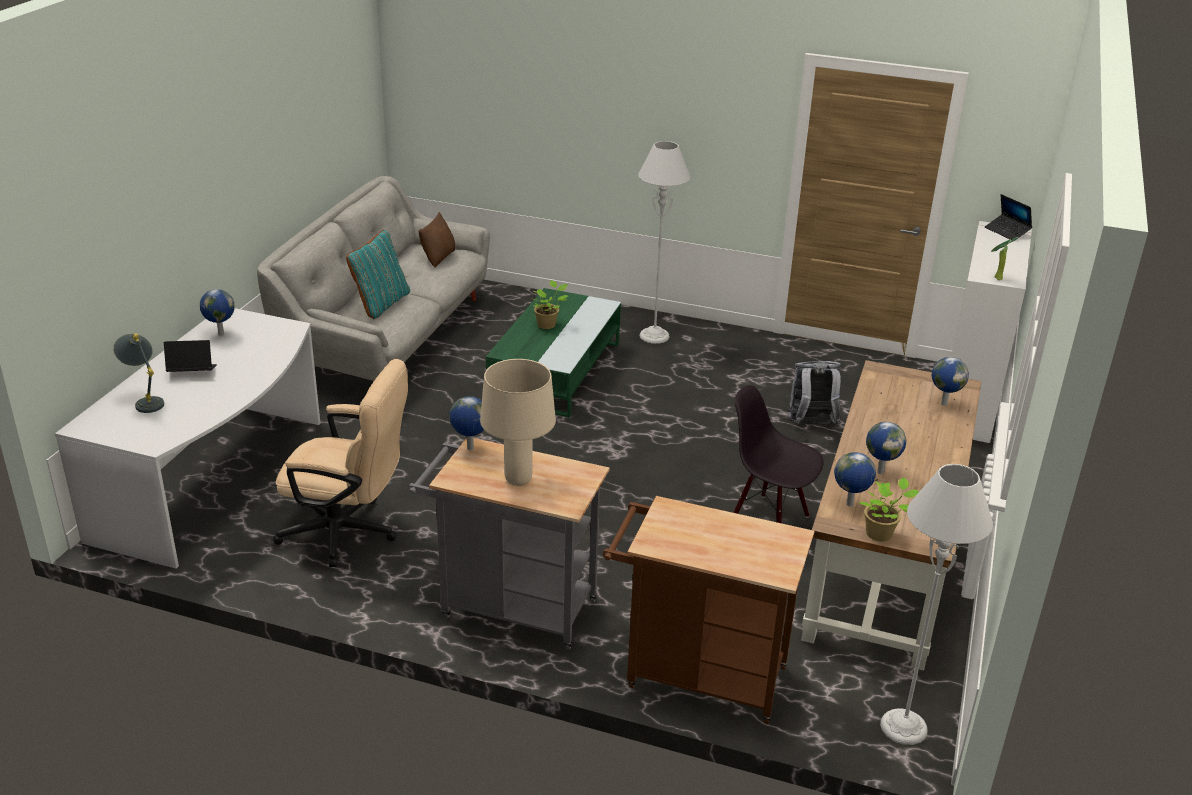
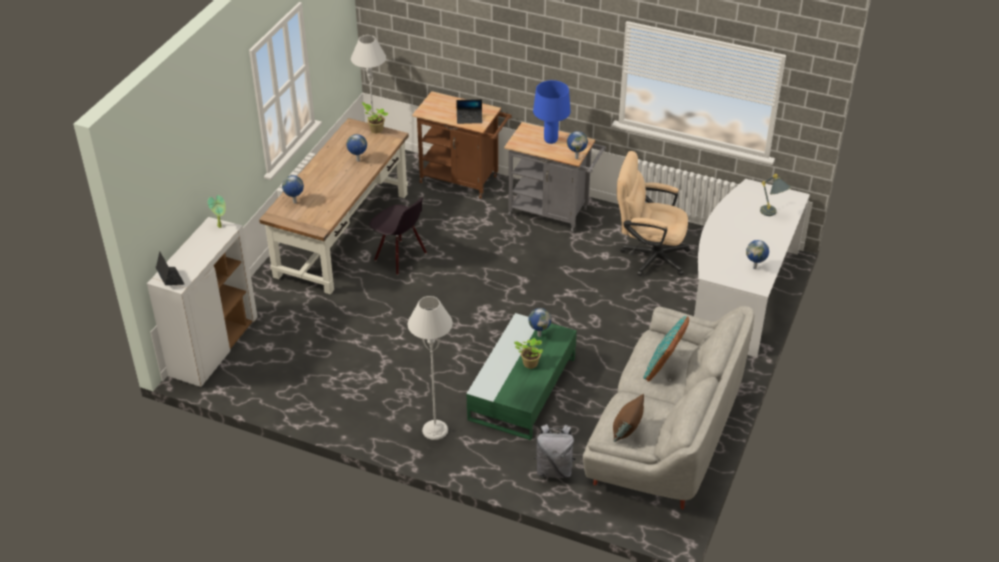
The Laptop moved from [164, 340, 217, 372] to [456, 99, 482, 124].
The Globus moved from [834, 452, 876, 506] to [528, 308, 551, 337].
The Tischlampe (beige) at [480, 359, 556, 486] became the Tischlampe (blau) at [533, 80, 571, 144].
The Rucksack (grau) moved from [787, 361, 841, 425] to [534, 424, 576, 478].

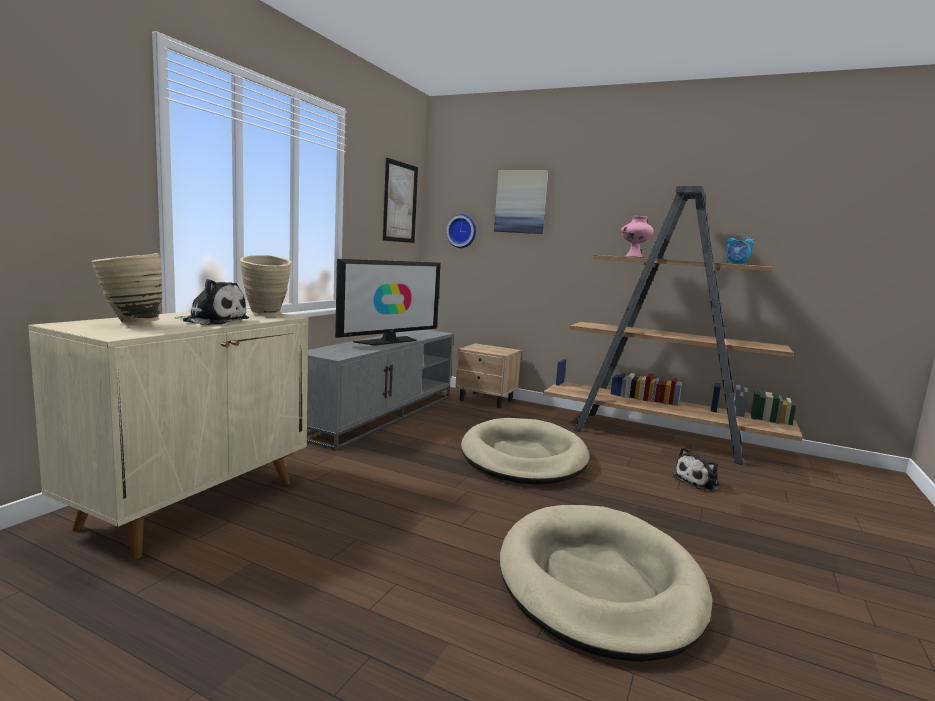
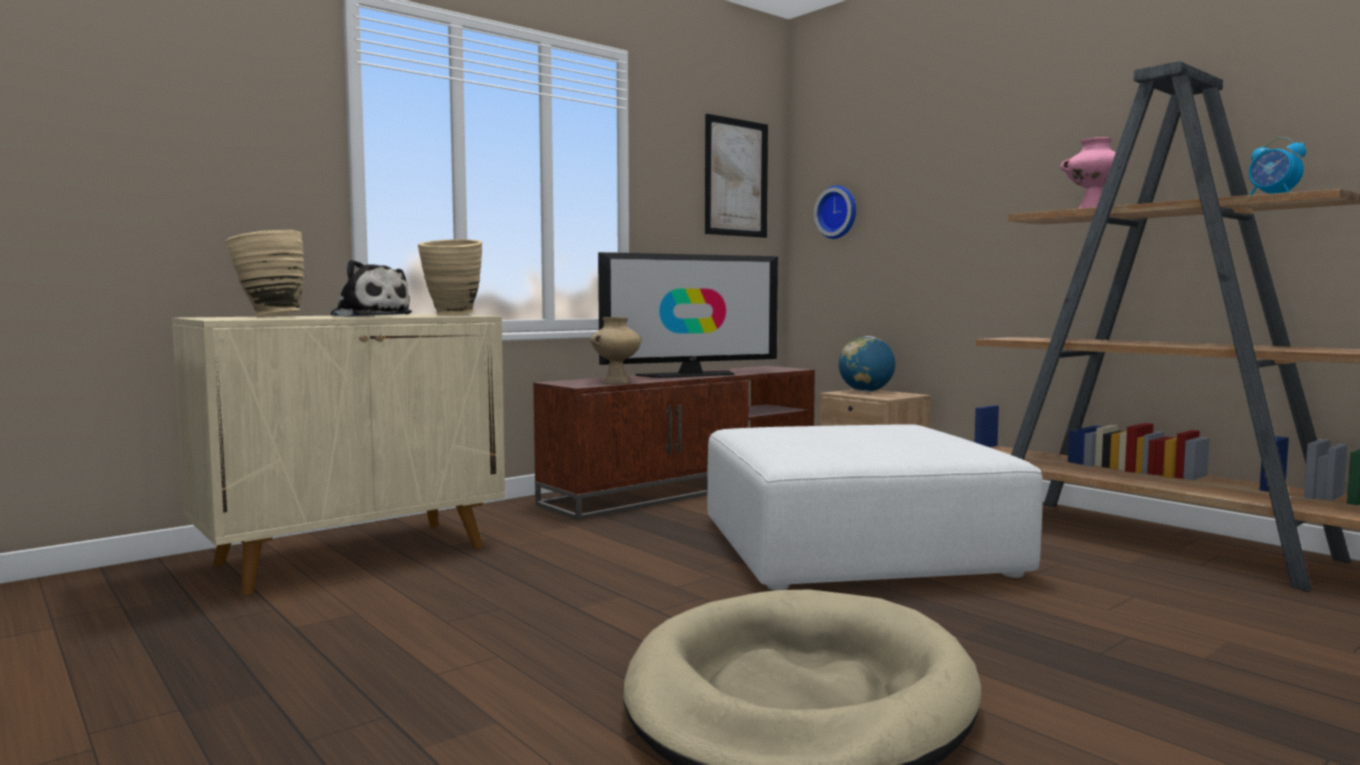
The Fernsehschrank (grau) at [307, 330, 453, 450] became the Fernsehschrank (braun) at [533, 366, 815, 520].
The Vase (beige) at [590, 317, 642, 384] appeared.
The Hundebett (beige) at [461, 418, 589, 485] was replaced by the Polsterhocker (weiß) at [707, 424, 1043, 590].
The Globus at [839, 336, 895, 392] appeared.
The Bild at [494, 170, 549, 234] disappeared.
The Plüschtier at [673, 447, 721, 491] disappeared.

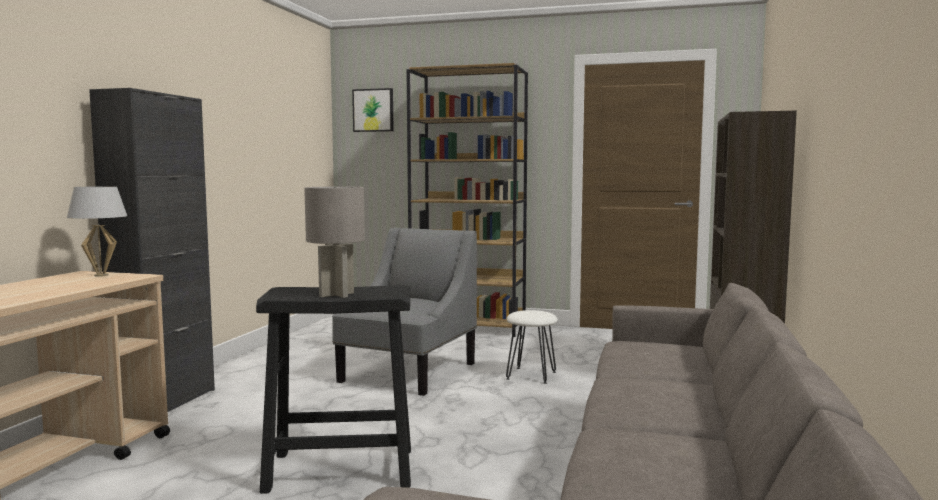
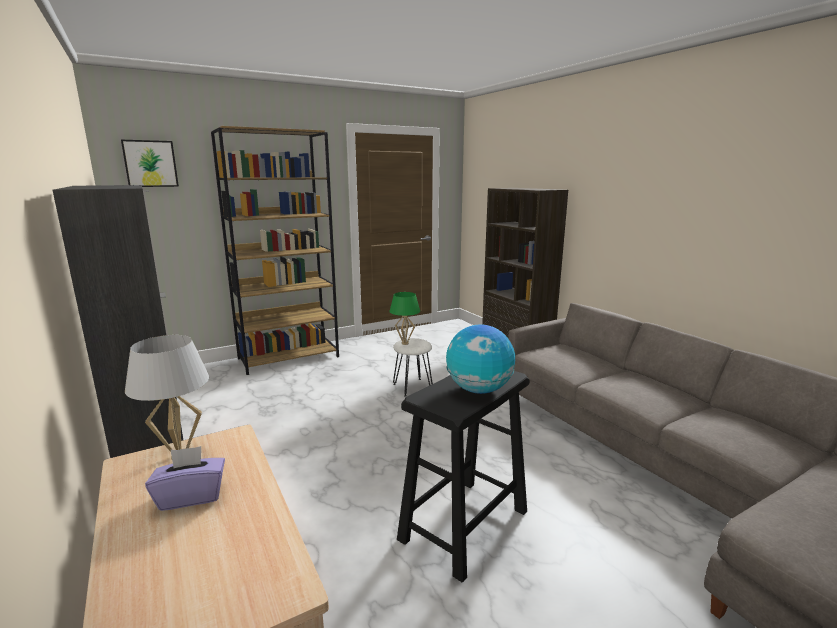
The Taschentuchbox (lila) at [145, 446, 225, 511] appeared.
The Tischlampe (grün) at [389, 292, 420, 345] appeared.
The Tischlampe (grau) at [304, 187, 365, 298] was replaced by the Globus at [446, 324, 515, 394].
The Sessel (grau) at [332, 228, 477, 396] disappeared.

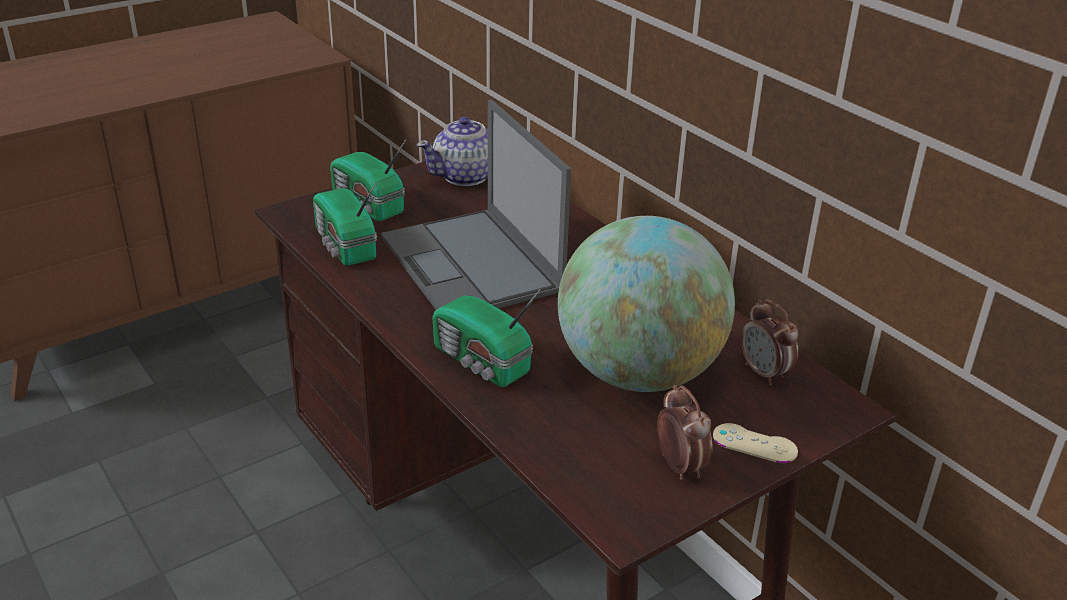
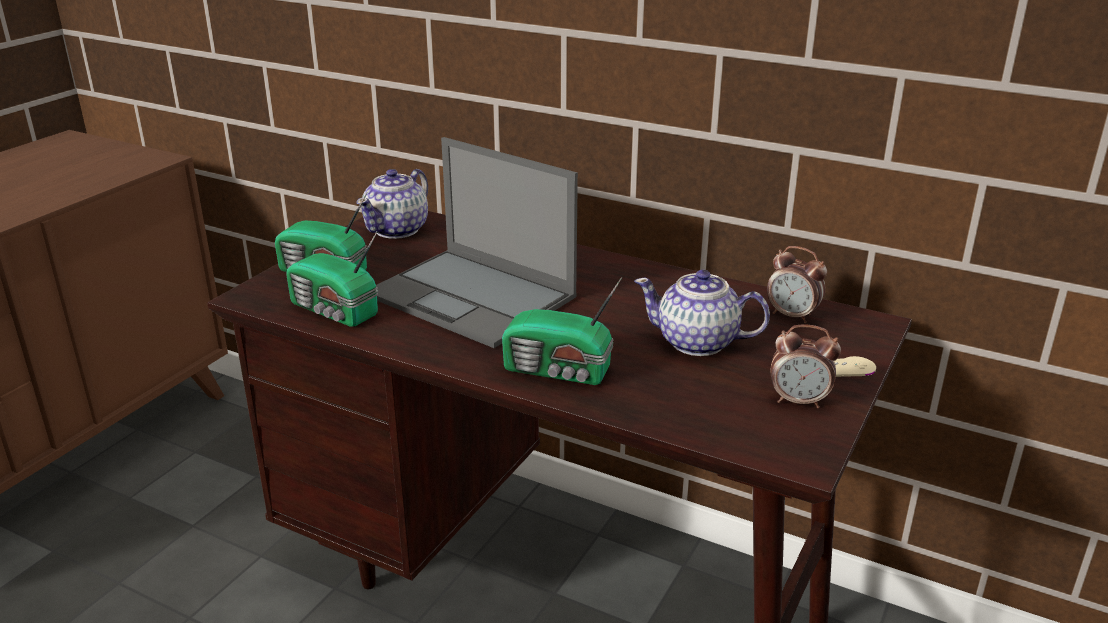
The Globus at [558, 216, 735, 392] was replaced by the Teekanne at [634, 270, 770, 356].
The Wecker at [657, 385, 712, 480] turned 150 degrees clockwise.

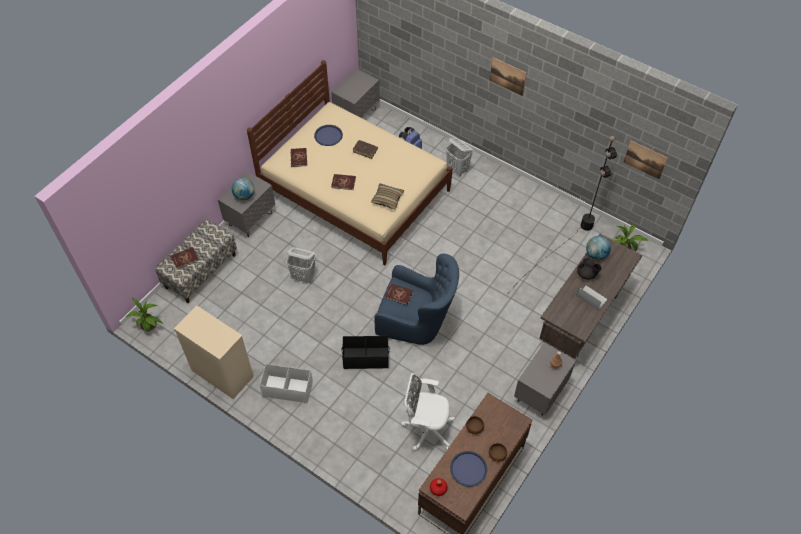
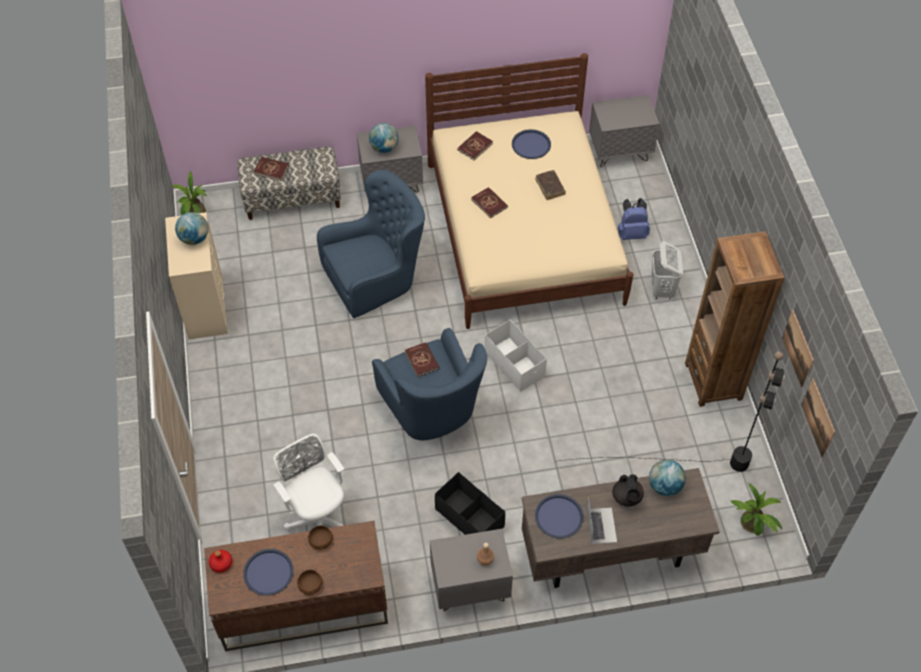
The Globus at [175, 212, 209, 245] appeared.
The Wäschekorb (weiß) at [286, 247, 316, 283] was replaced by the Sessel (blau) at [317, 170, 425, 318].
The Aufbewahrungsbox (schwarz) moved from [341, 336, 390, 369] to [435, 472, 505, 535].
The Aufbewahrungsbox (weiß) moved from [260, 364, 313, 403] to [485, 320, 547, 392].
The Tablett (blau) at [535, 494, 584, 538] appeared.
The Bücherregal (braun) at [685, 231, 784, 407] appeared.
The Bild moved from [490, 57, 526, 96] to [782, 310, 814, 388].
The Kissen at [371, 184, 404, 209] disappeared.

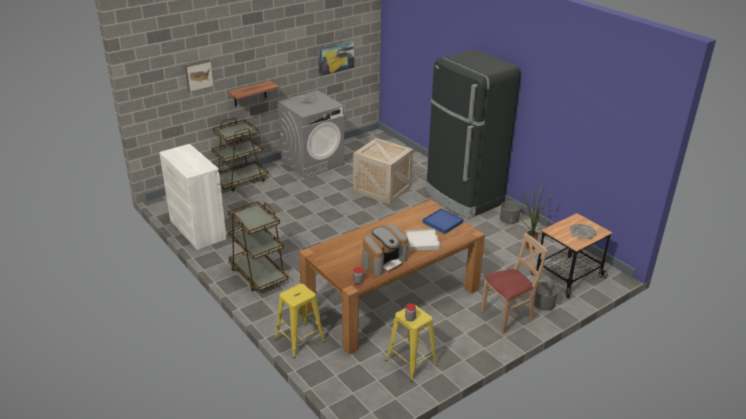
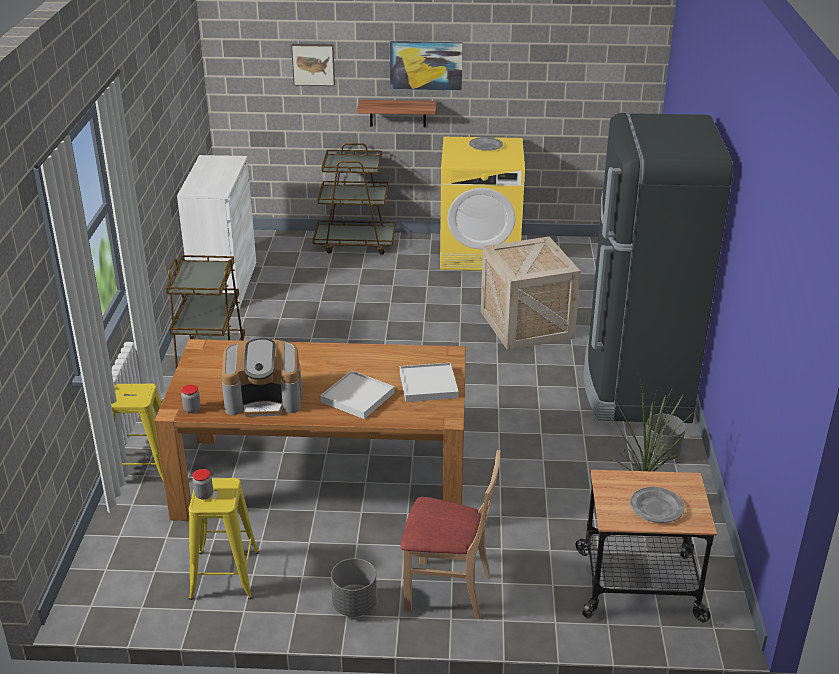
The Pflanzkübel (grau) moved from [534, 282, 558, 311] to [331, 558, 377, 617].
The Bild moved from [318, 41, 354, 76] to [390, 41, 463, 90].
The Tablett (blau) at [423, 209, 463, 234] became the Tablett (weiß) at [400, 363, 458, 402].
The Waschmaschine (grau) at [277, 90, 344, 178] became the Waschmaschine (gelb) at [440, 137, 525, 271].

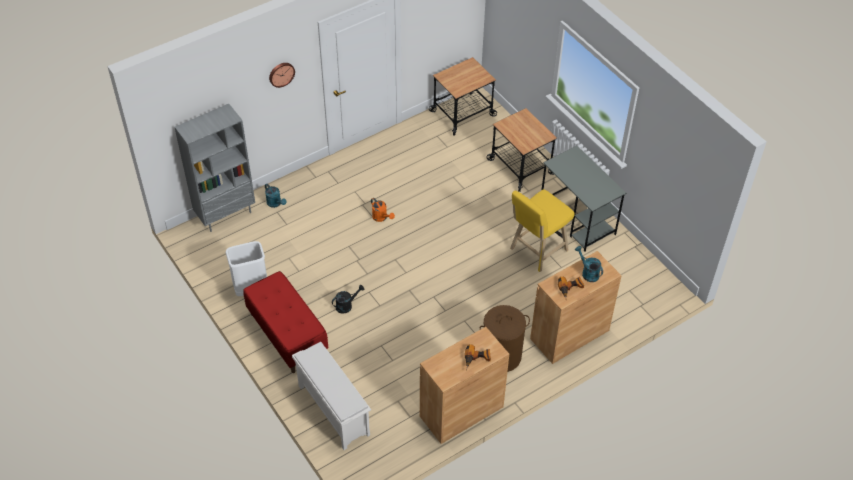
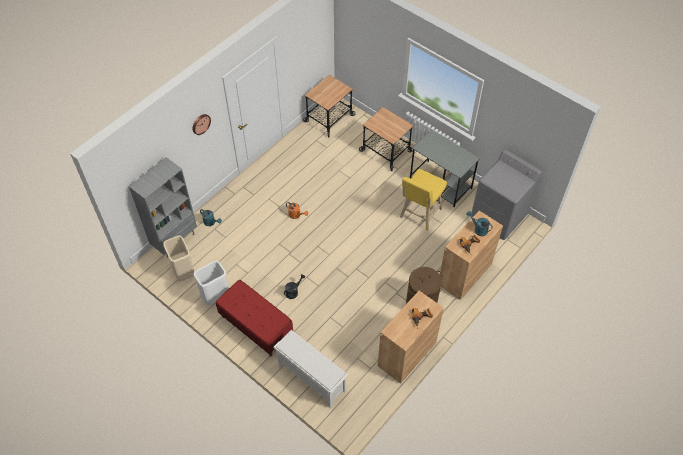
The Mülleimer (beige) at [163, 235, 194, 282] appeared.
The Waschmaschine (grau) at [471, 149, 542, 240] appeared.

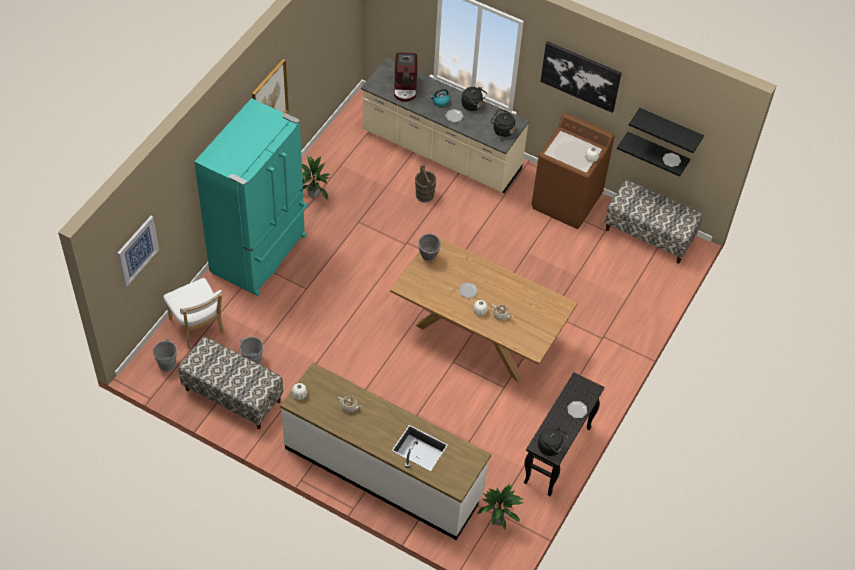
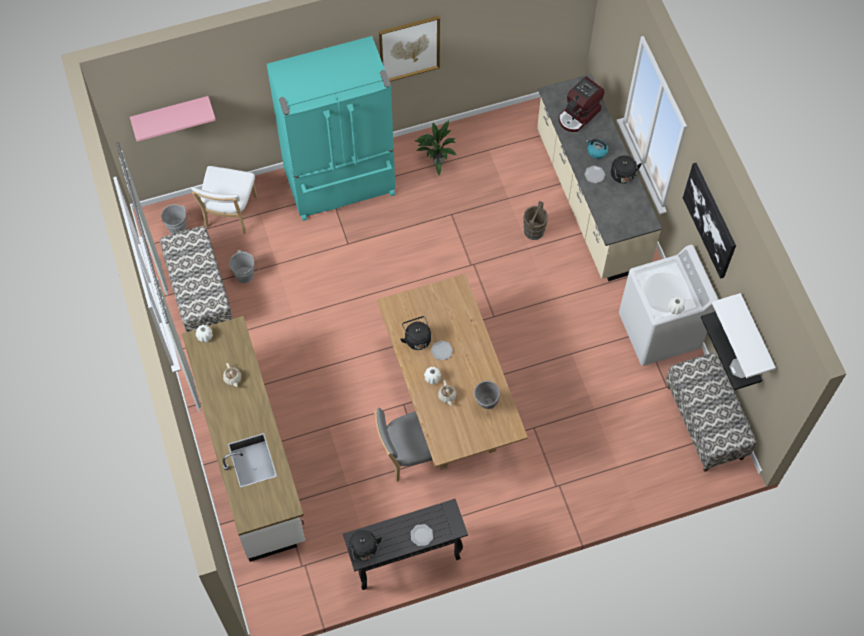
The Bild at [118, 216, 159, 287] was replaced by the Wandregal (rosa) at [130, 96, 216, 142].
The Stuhl (grau) at [374, 408, 443, 482] appeared.
The Wasserkessel (schwarz) moved from [491, 109, 515, 137] to [400, 316, 431, 350].
The Vase (grau) moved from [418, 234, 441, 261] to [474, 380, 500, 409].
The Waschmaschine (braun) at [531, 113, 615, 229] became the Waschmaschine (weiß) at [619, 245, 718, 366].
The Wandregal (schwarz) at [629, 108, 704, 153] became the Wandregal (weiß) at [712, 293, 776, 378].
The Topfpflanze at [477, 484, 524, 530] disappeared.

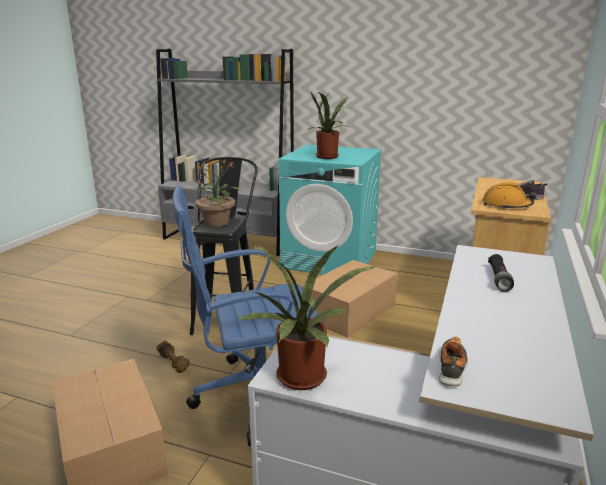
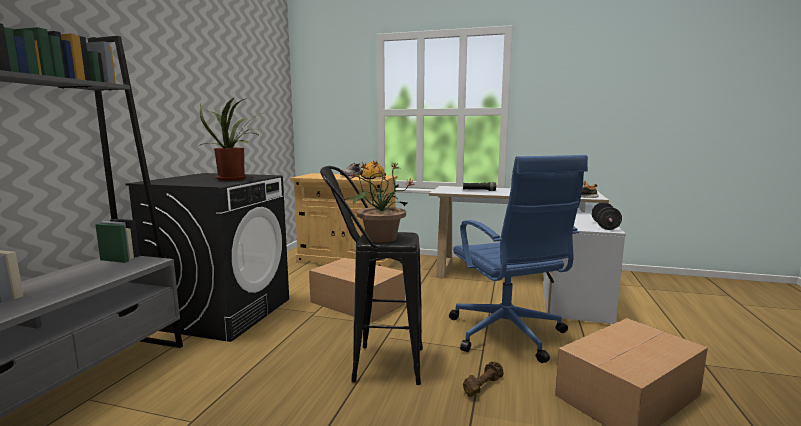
The Waschmaschine (türkis) at [278, 144, 382, 275] became the Waschmaschine (schwarz) at [125, 173, 289, 342].
The Topfpflanze at [236, 244, 377, 390] was replaced by the Hantel (schwarz) at [591, 202, 622, 230].

